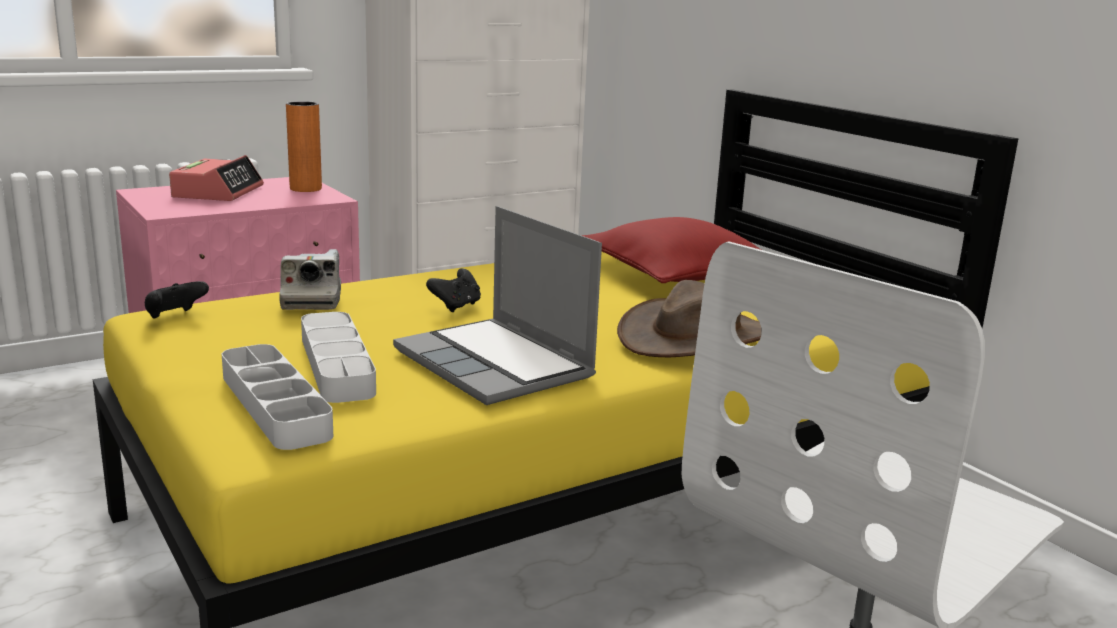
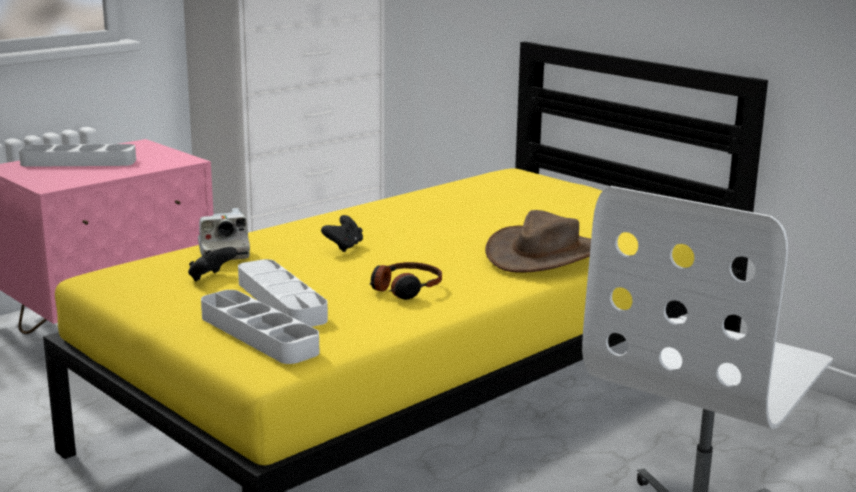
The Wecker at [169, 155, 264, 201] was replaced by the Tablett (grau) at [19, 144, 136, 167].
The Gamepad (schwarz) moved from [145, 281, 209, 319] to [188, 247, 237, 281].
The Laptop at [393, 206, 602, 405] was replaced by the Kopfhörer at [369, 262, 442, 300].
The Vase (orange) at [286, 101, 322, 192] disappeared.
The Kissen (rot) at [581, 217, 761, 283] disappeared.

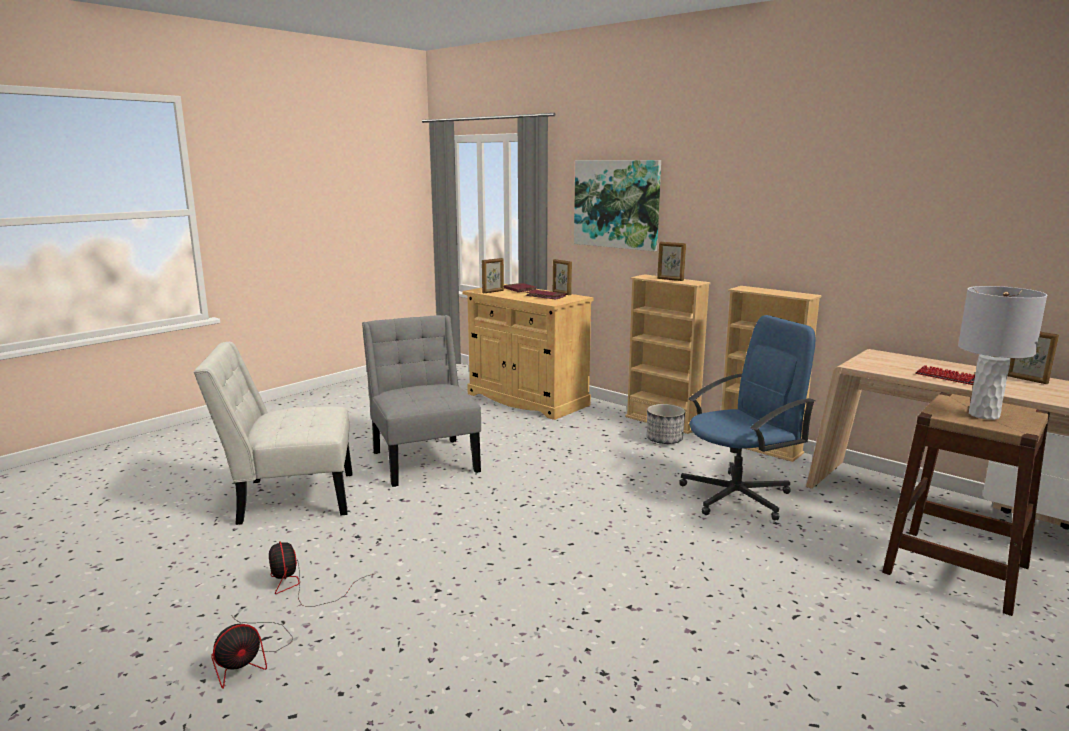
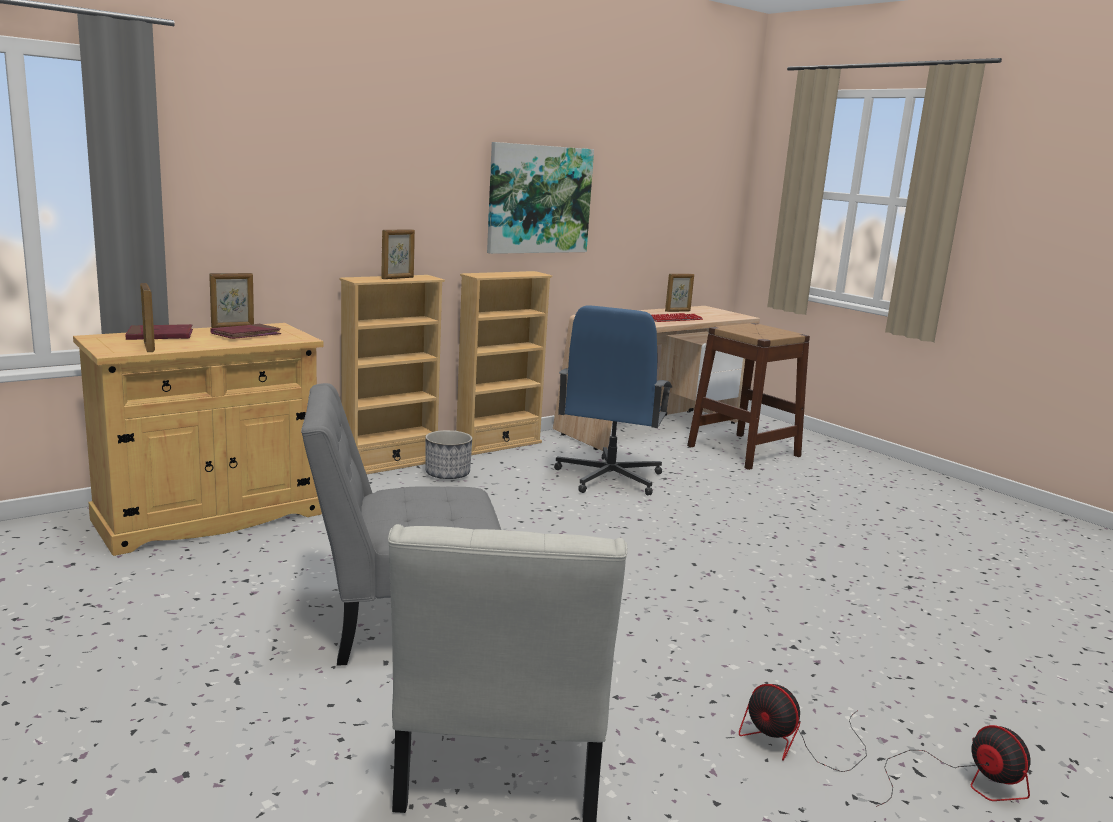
The Bild moved from [574, 160, 661, 251] to [487, 142, 594, 254].
The Bürostuhl (blau) at [679, 315, 815, 520] turned 150 degrees counterclockwise.
The Ventilator at [269, 542, 374, 607] turned 60 degrees clockwise.
The Tischlampe (grau) at [958, 286, 1047, 420] disappeared.

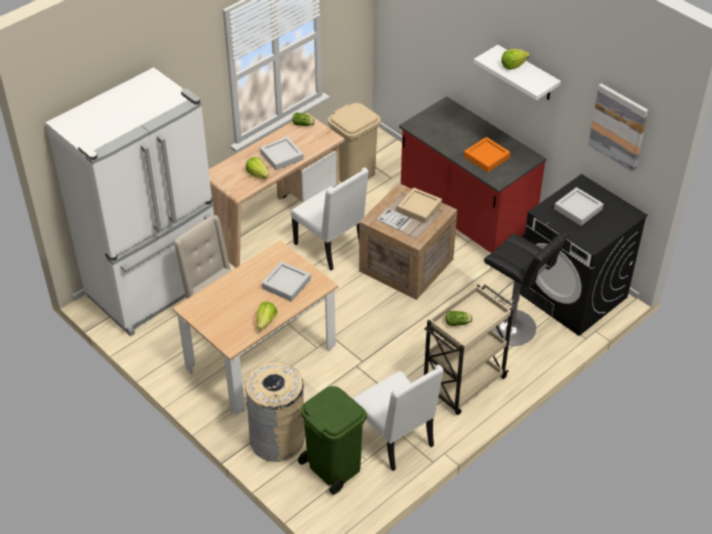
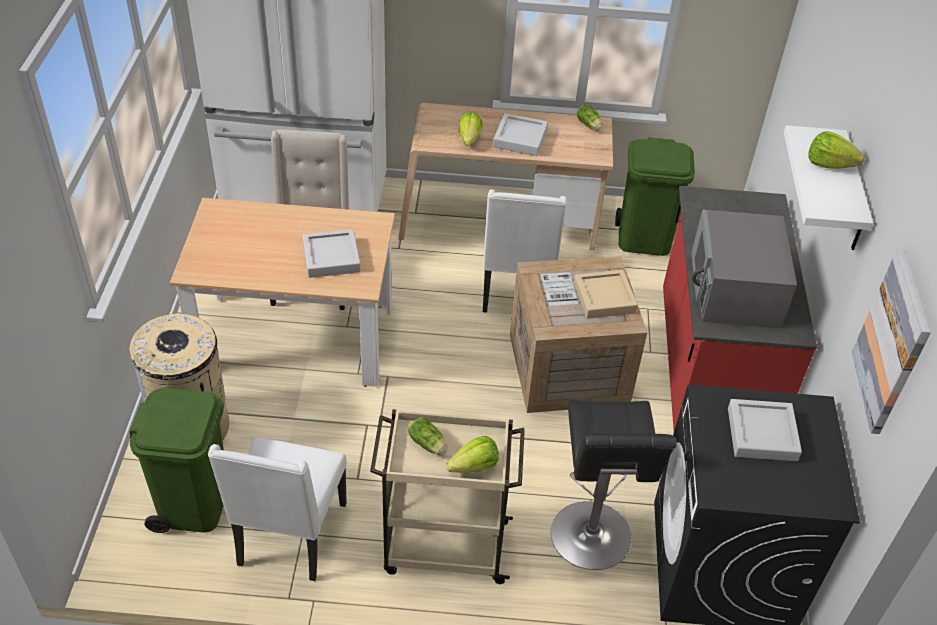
The Salatkopf moved from [257, 302, 277, 331] to [446, 436, 499, 473].
The Mülleimer (beige) at [328, 103, 381, 182] became the Mülleimer (grün) at [615, 137, 695, 256].
The Tablett (orange) at [464, 137, 510, 172] was replaced by the Mikrowelle (grau) at [691, 209, 797, 328].

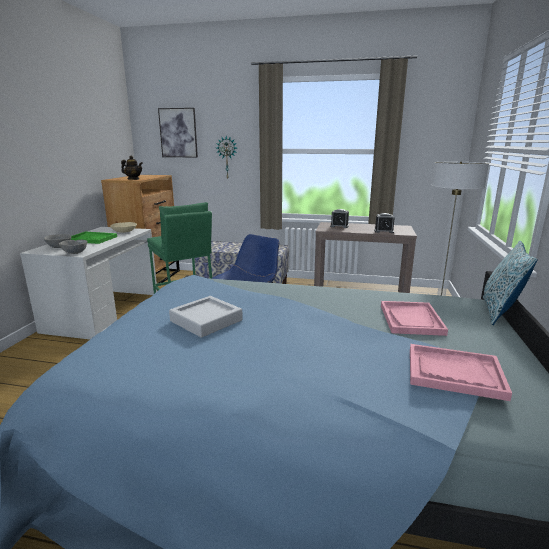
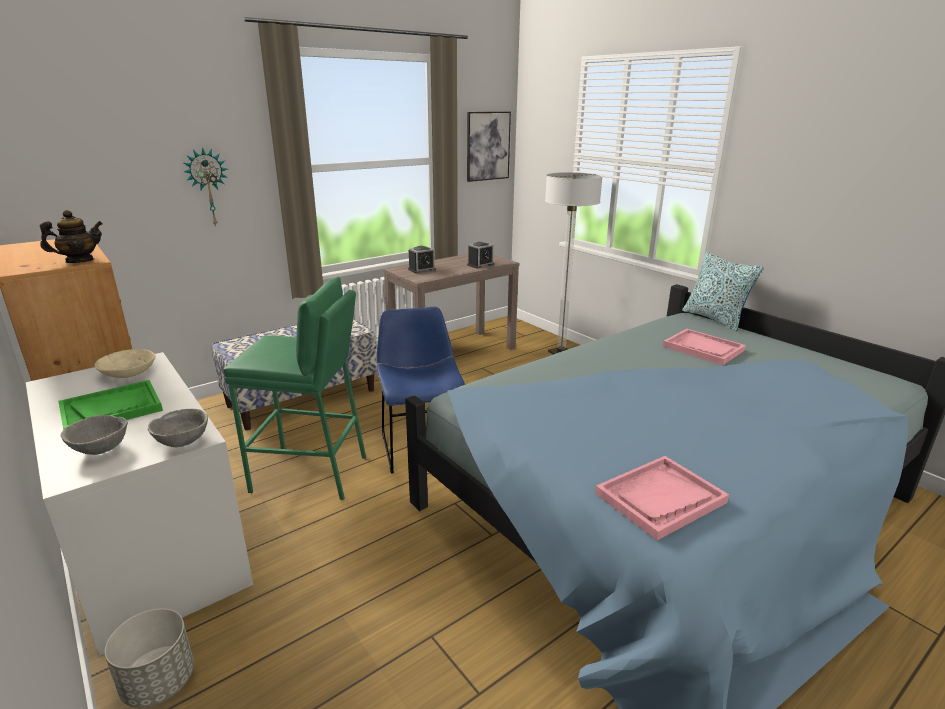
The Pflanzkübel (grau) at [104, 608, 194, 708] appeared.
The Bild moved from [158, 108, 198, 157] to [467, 112, 511, 182].
The Tablett (rosa) moved from [410, 344, 512, 401] to [595, 456, 729, 540].
The Tablett (grau) at [169, 296, 243, 338] disappeared.

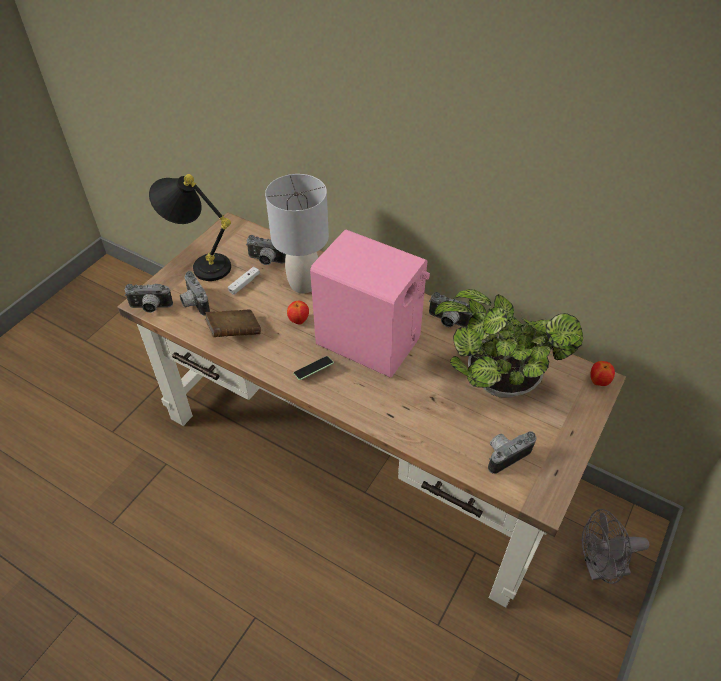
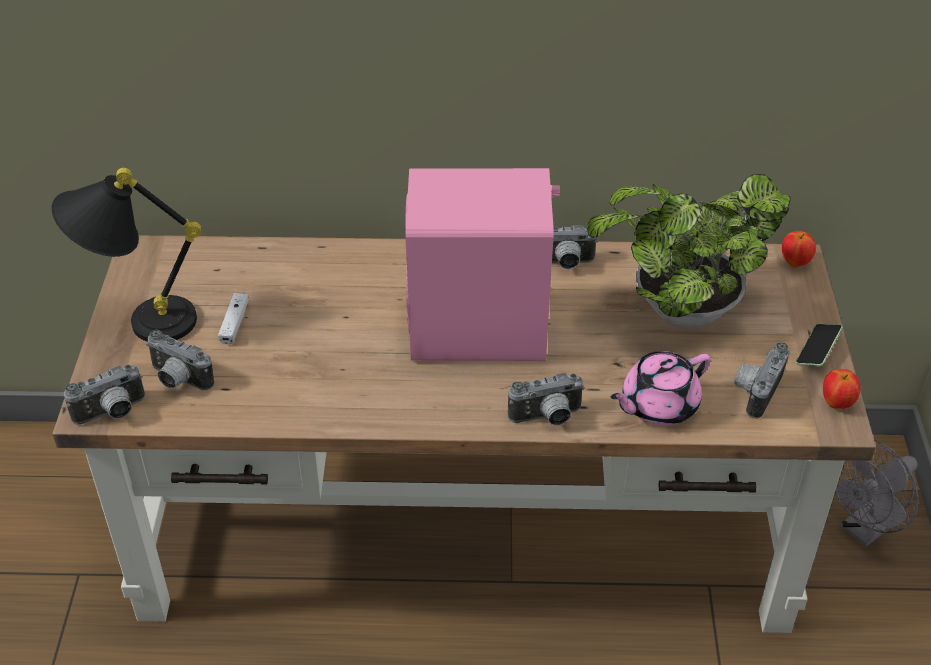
The Kamera moved from [246, 235, 286, 265] to [508, 373, 585, 426].
The Teekanne (rosa) at [610, 351, 711, 425] appeared.
The Handy moved from [293, 356, 334, 380] to [796, 324, 843, 366].
The Apfel moved from [287, 301, 309, 325] to [823, 369, 861, 409].
The Buch (braun) at [205, 309, 261, 337] disappeared.
The Tischlampe (grau) at [265, 174, 329, 294] disappeared.

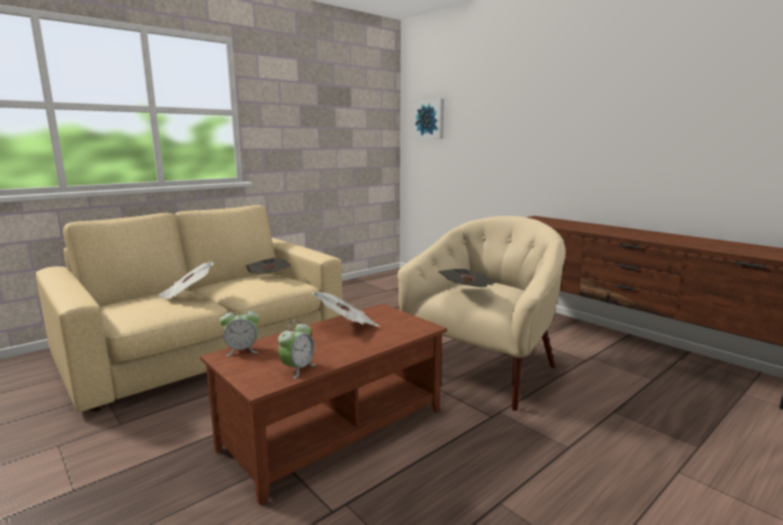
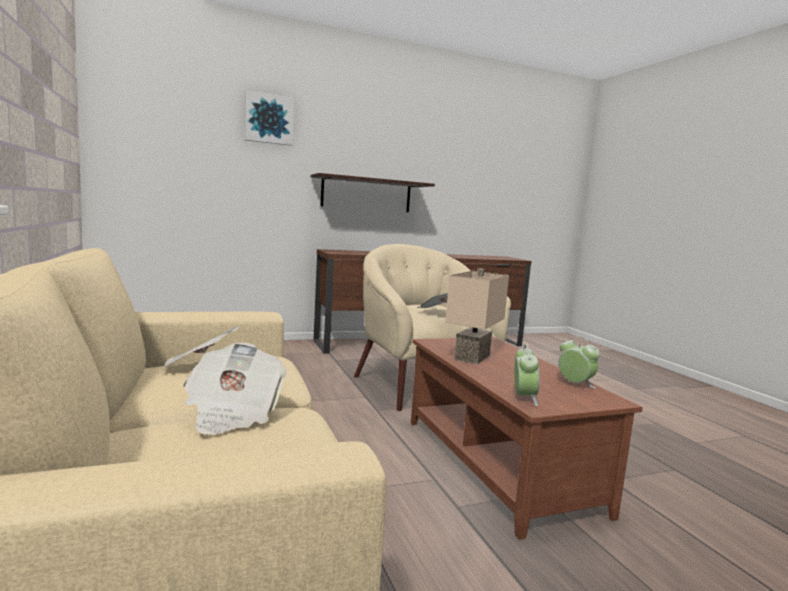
The Bild moved from [414, 99, 444, 139] to [245, 90, 294, 146].
The Wandregal at [311, 173, 435, 212] appeared.
The Zeitung at [311, 292, 379, 326] was replaced by the Tischlampe (beige) at [445, 268, 509, 364].

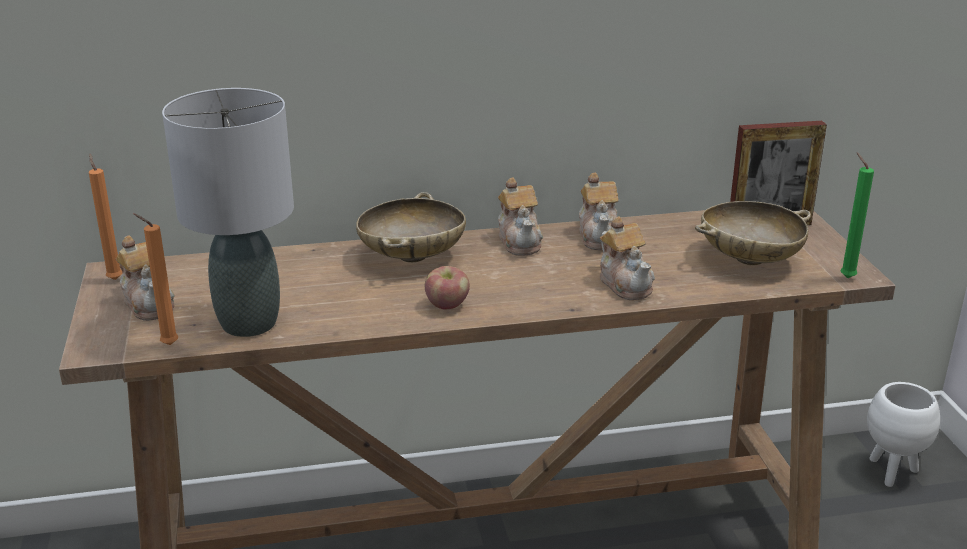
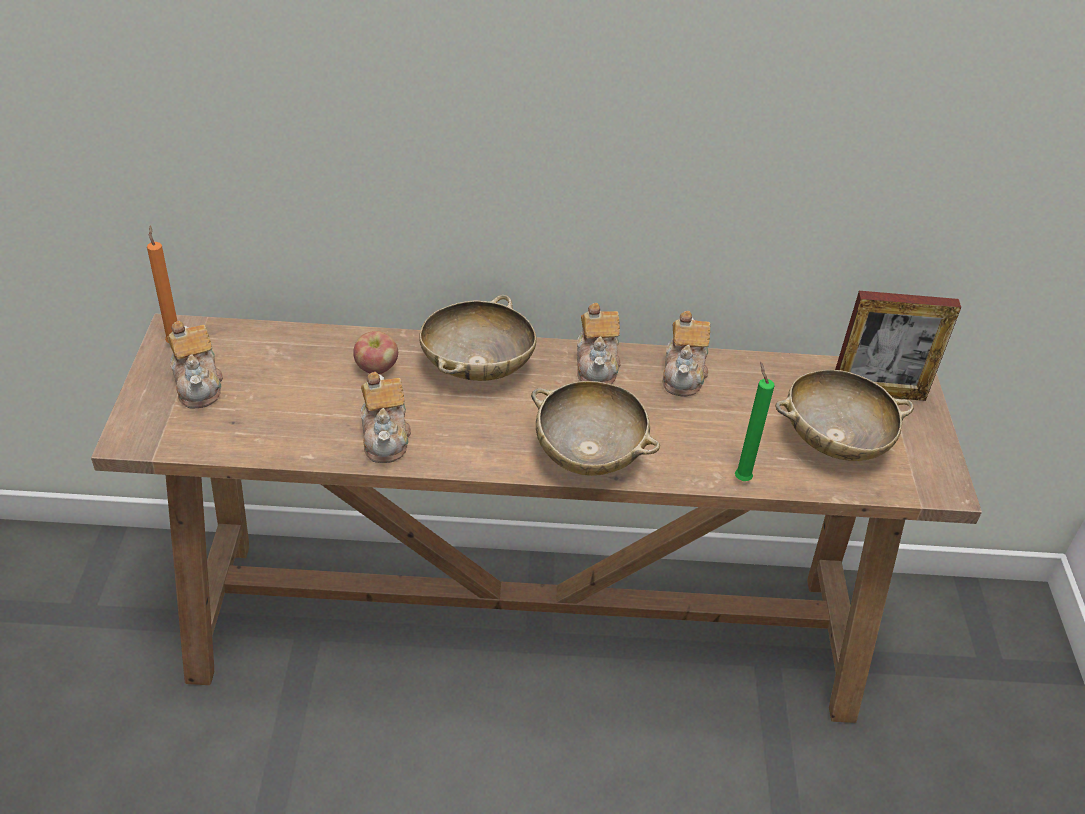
The Apfel moved from [425, 266, 470, 309] to [353, 331, 398, 374].
The Teekanne moved from [600, 217, 655, 300] to [361, 372, 411, 463].
The Schüssel (beige) at [531, 381, 660, 476] appeared.
The Kerze (grün) moved from [840, 153, 874, 278] to [735, 362, 775, 481].
The Kerze (orange) at [133, 213, 178, 345] disappeared.
The Tischlampe (grau) at [162, 88, 294, 337] disappeared.
The Pflanzkübel (weiß) at [867, 382, 940, 487] disappeared.

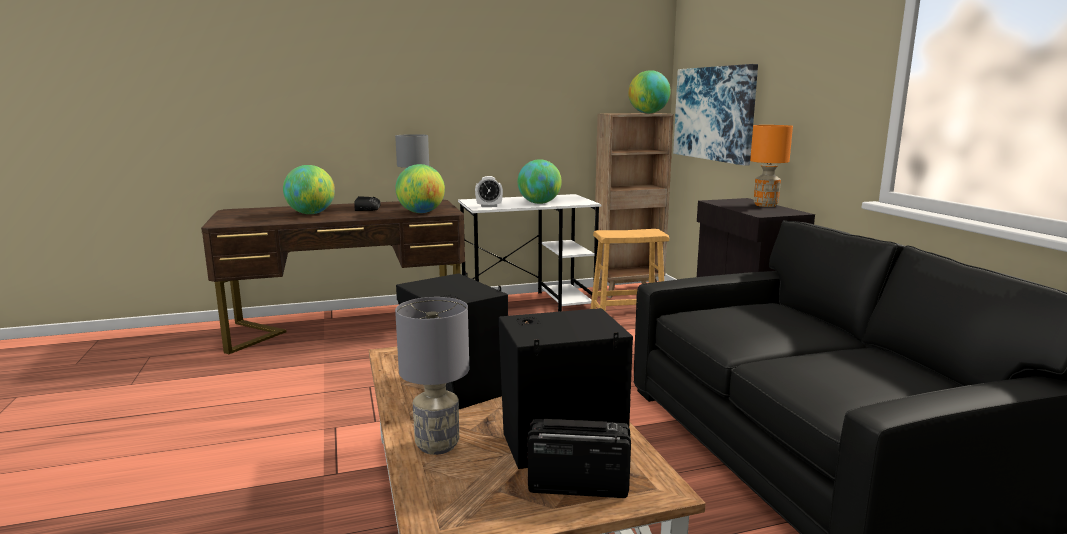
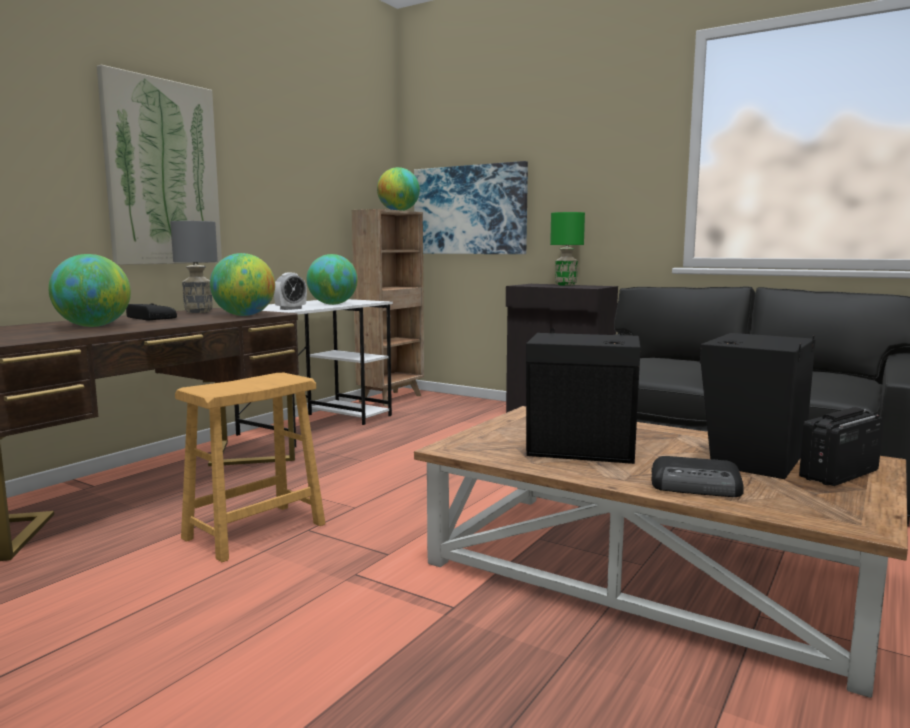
The Bild at [97, 65, 222, 265] appeared.
The Hocker (braun) moved from [591, 229, 669, 312] to [175, 373, 325, 562].
The Tischlampe (orange) at [750, 125, 793, 207] became the Tischlampe (grün) at [550, 212, 585, 286].
The Tischlampe (grau) at [395, 297, 469, 455] was replaced by the Radio at [651, 456, 744, 497].

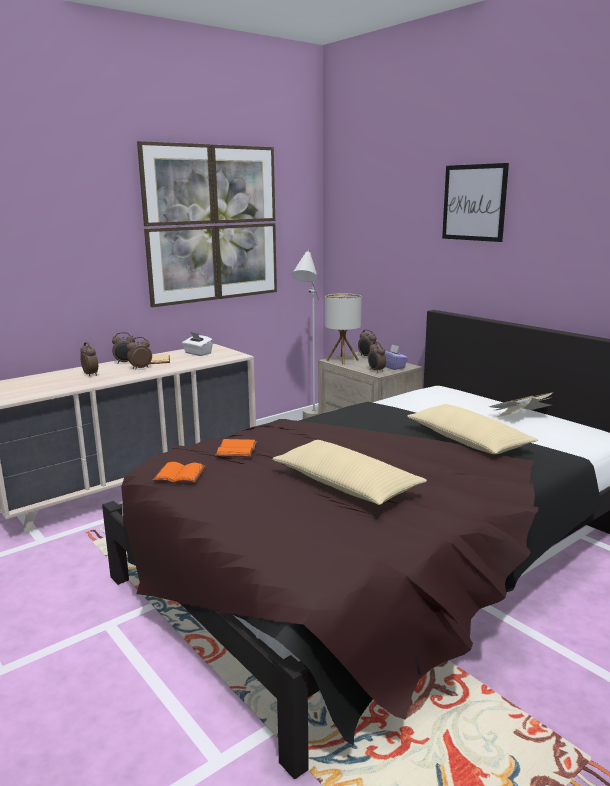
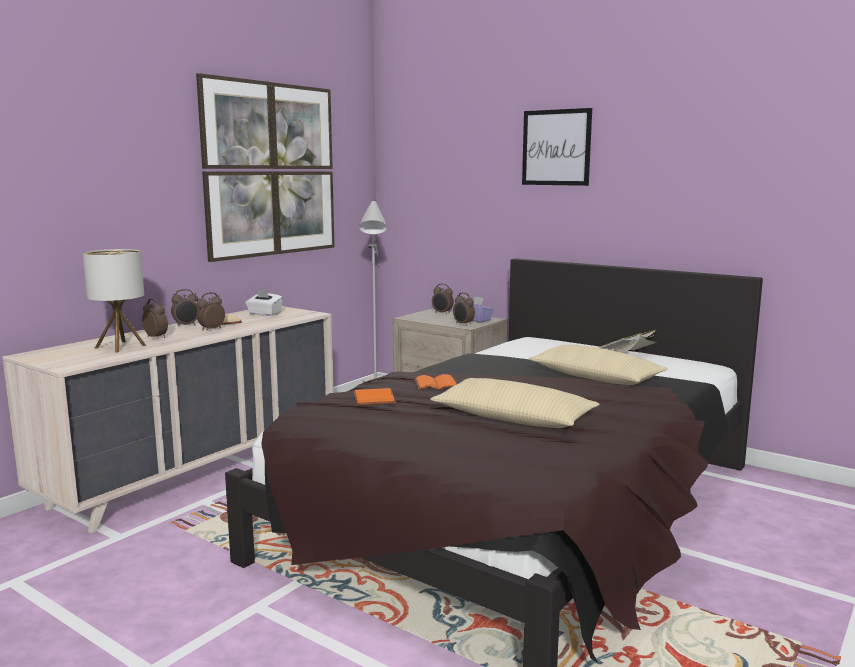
The Tischlampe moved from [325, 293, 362, 365] to [83, 249, 146, 353].
The Buch (orange) moved from [152, 462, 206, 483] to [414, 374, 458, 390].

